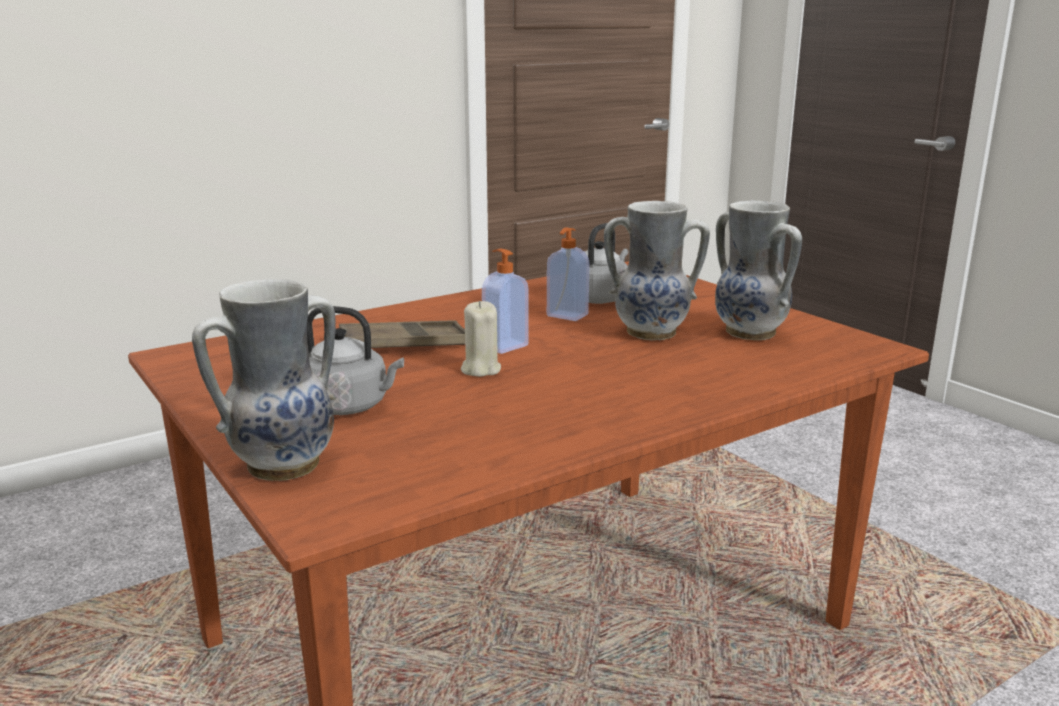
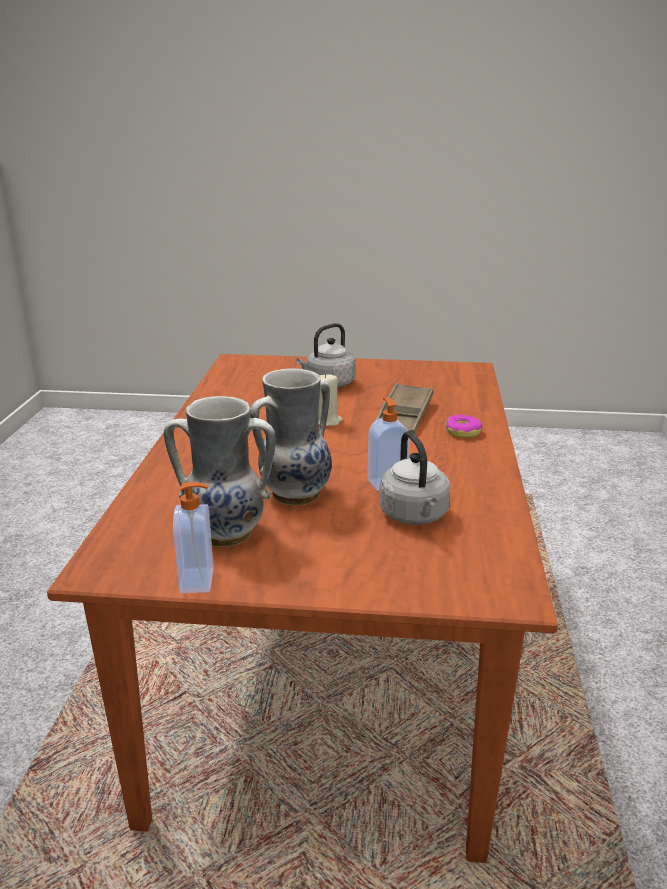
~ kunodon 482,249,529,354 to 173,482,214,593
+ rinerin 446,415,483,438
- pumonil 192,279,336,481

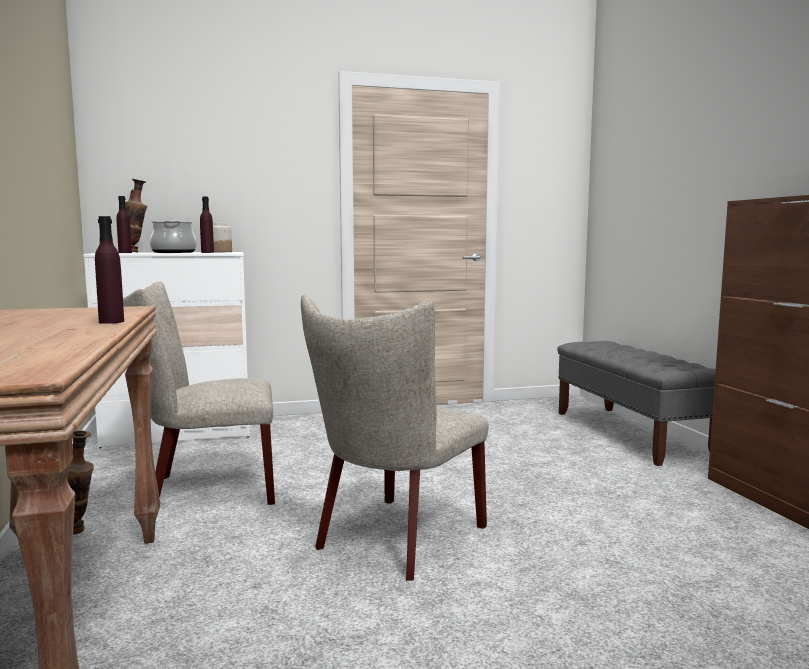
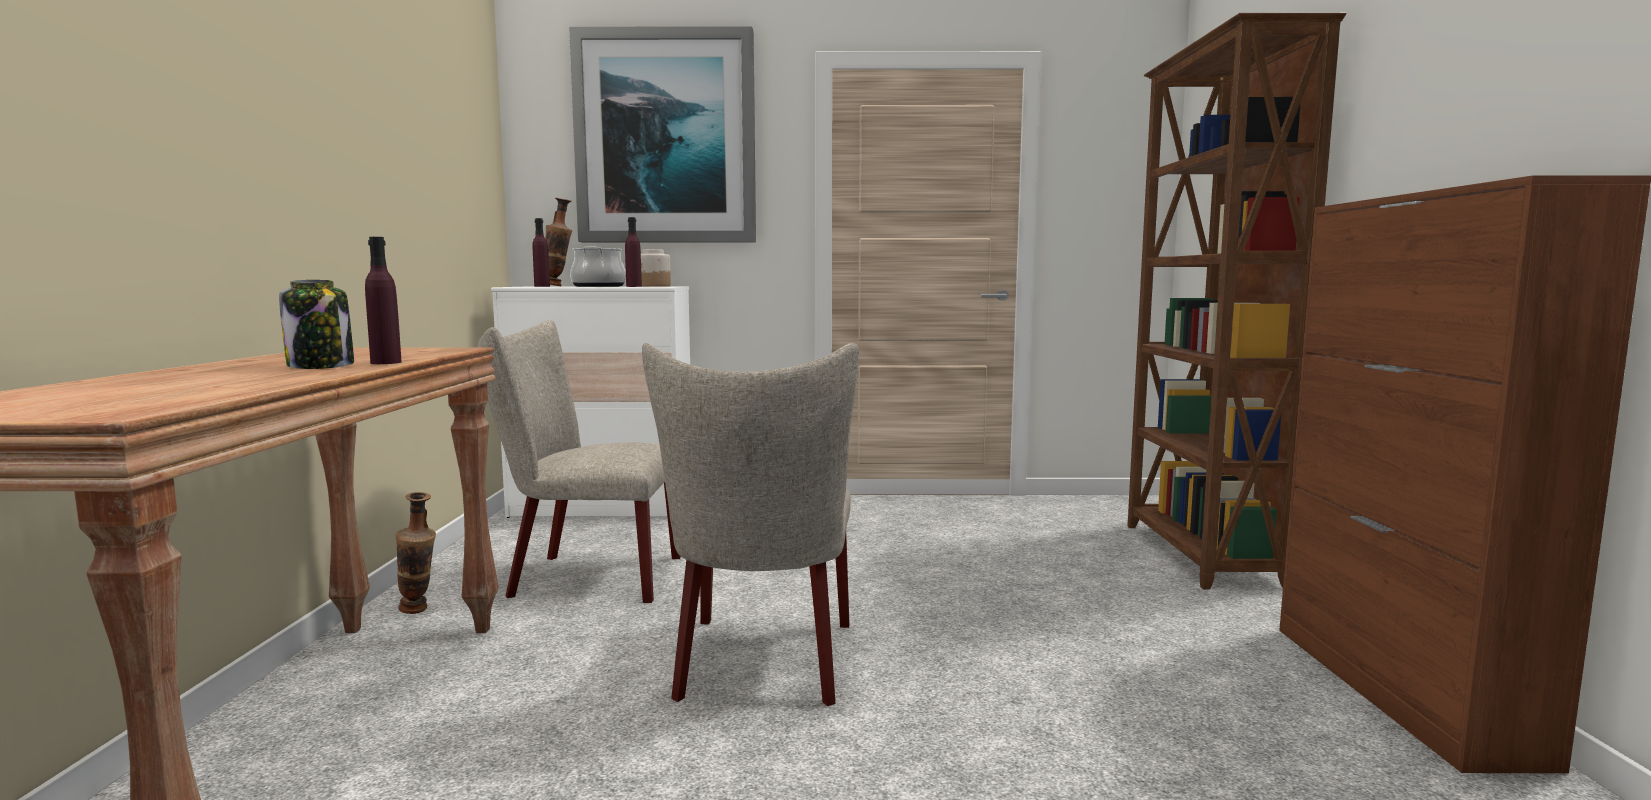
+ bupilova 279,280,354,369
+ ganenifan 569,26,756,242
~ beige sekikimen 301,294,488,581 = 642,343,859,706 45 degrees counterclockwise
~ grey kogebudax 557,341,716,466 to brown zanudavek 1127,12,1346,590

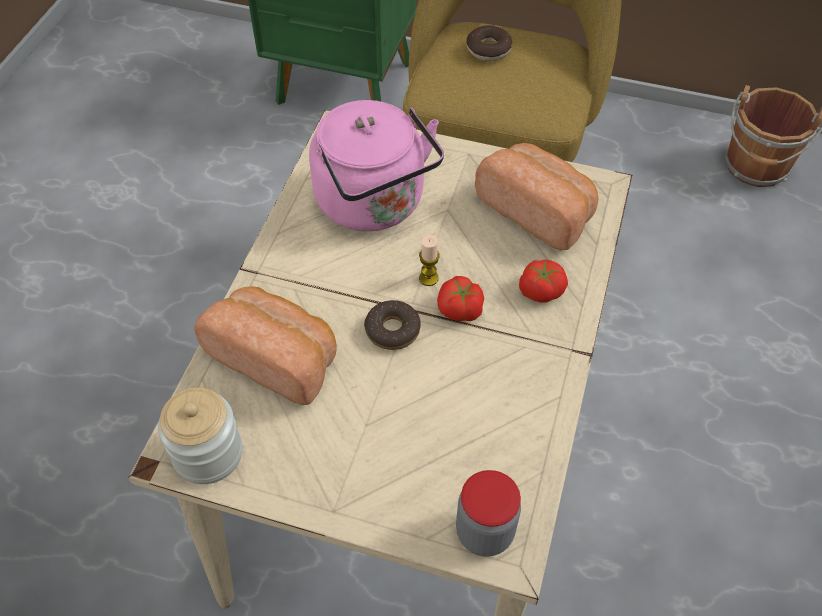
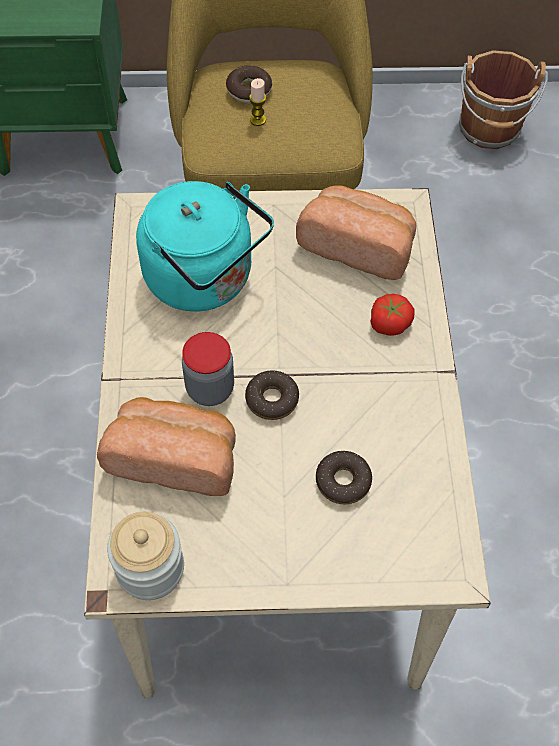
~ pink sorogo 309,100,444,231 to turquoise sorogo 136,181,274,312
~ bupilova 456,470,521,557 to 182,332,234,406
~ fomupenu 419,235,440,286 to 249,78,266,126
+ rinerin 316,451,372,504
- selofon 437,276,484,321

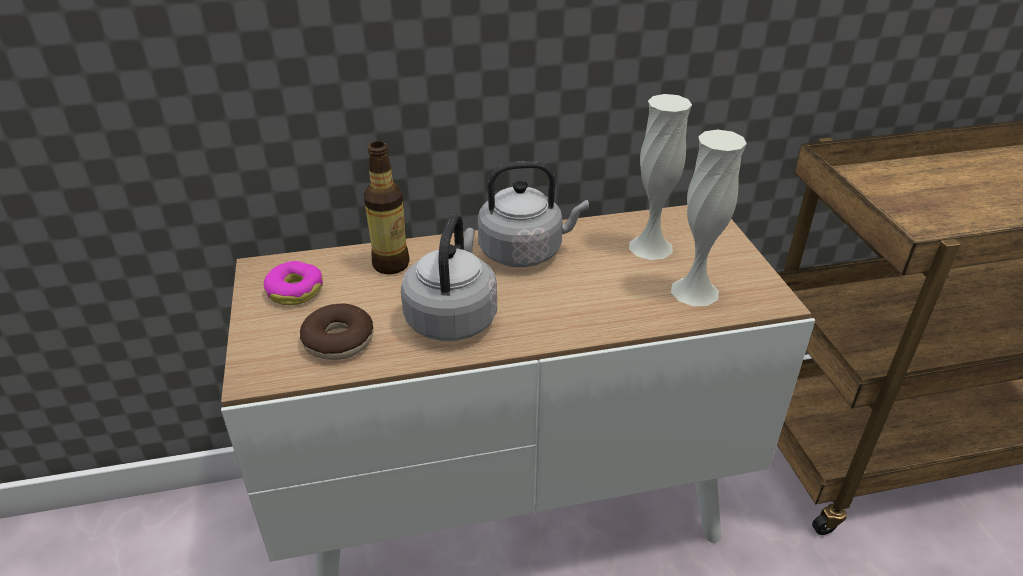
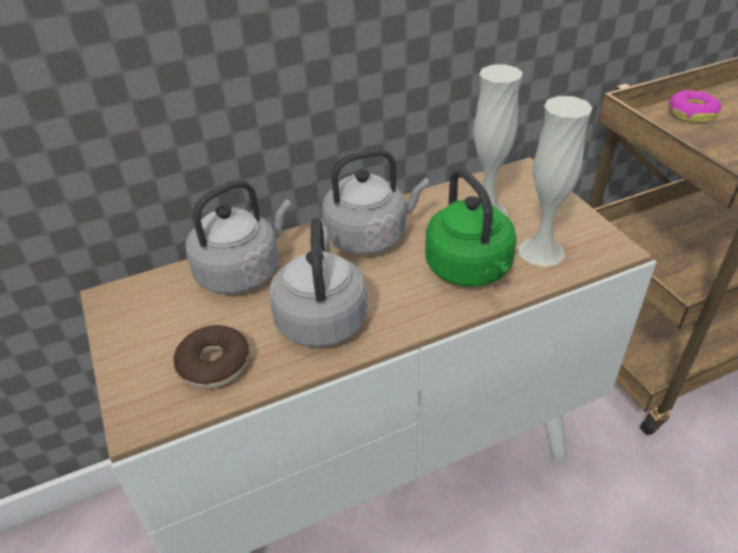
~ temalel 364,142,410,274 to grey sorogo 186,180,292,294
+ green sorogo 425,168,517,287
~ rinerin 264,261,323,305 to 669,90,721,123

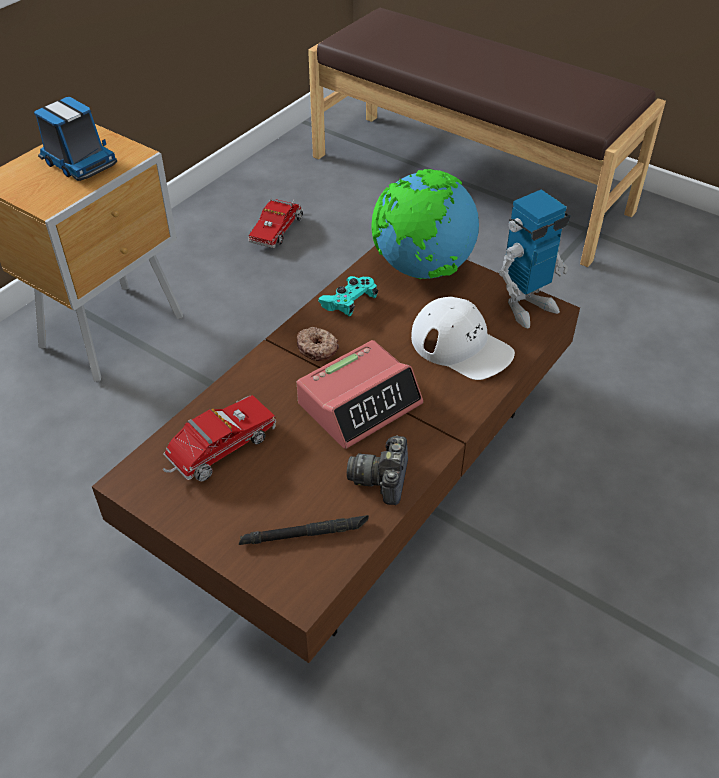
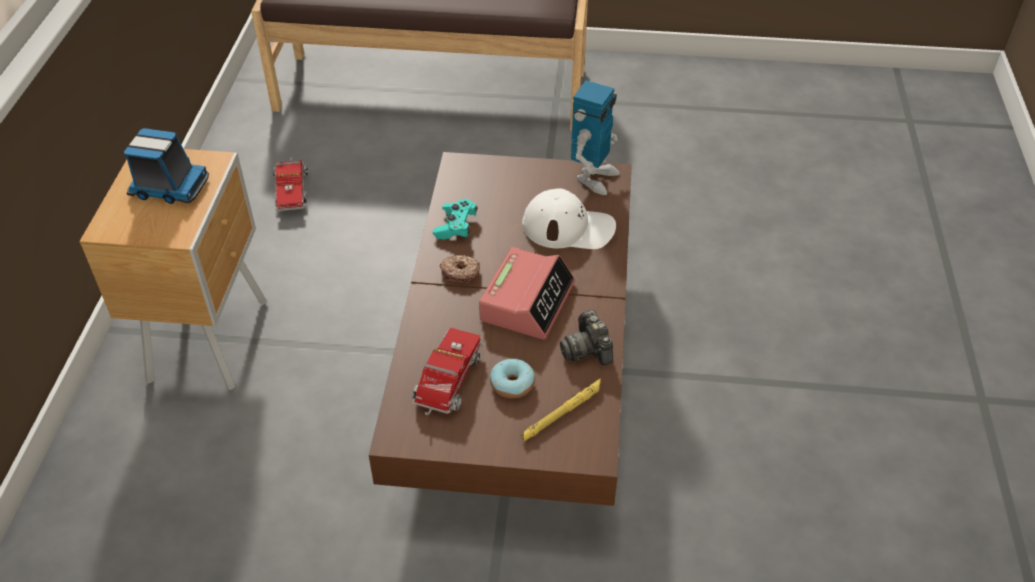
+ rinerin 490,359,535,399
~ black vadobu 239,515,369,545 to yellow vadobu 521,378,601,442
- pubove 371,169,479,279

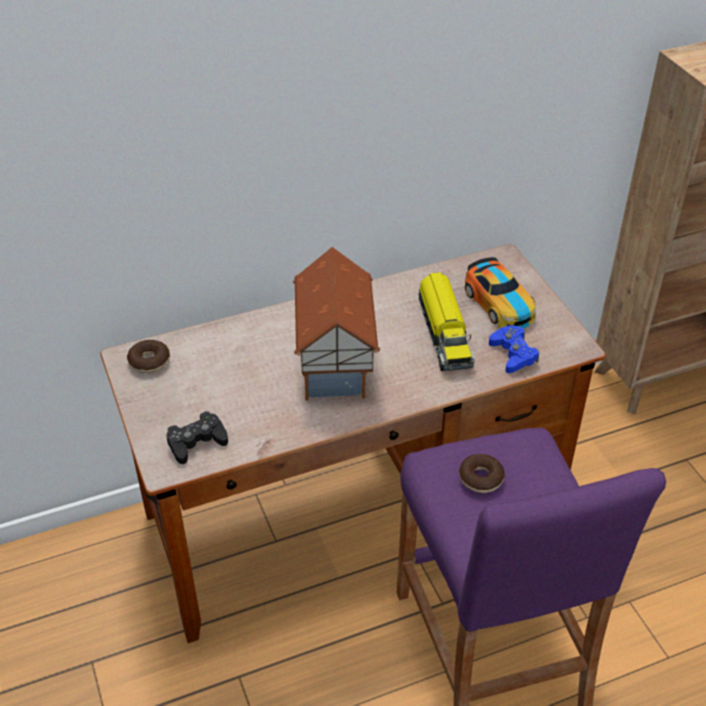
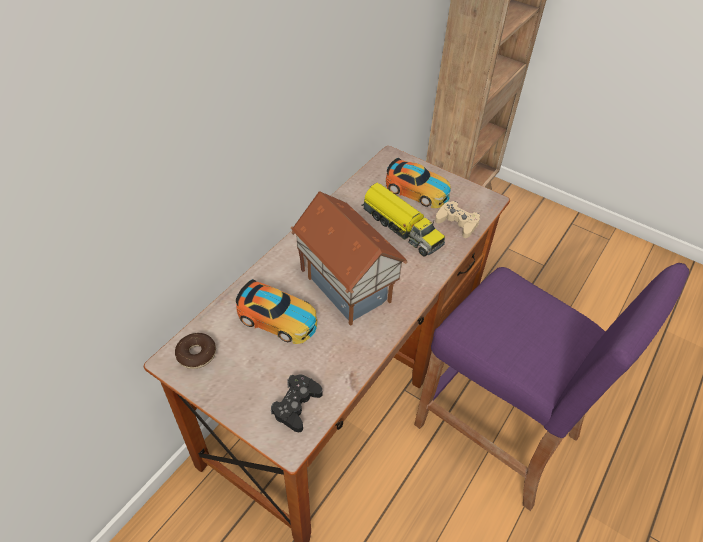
+ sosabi 236,279,317,344
~ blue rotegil 489,325,539,373 to beige rotegil 435,201,480,238
- rinerin 459,454,505,493

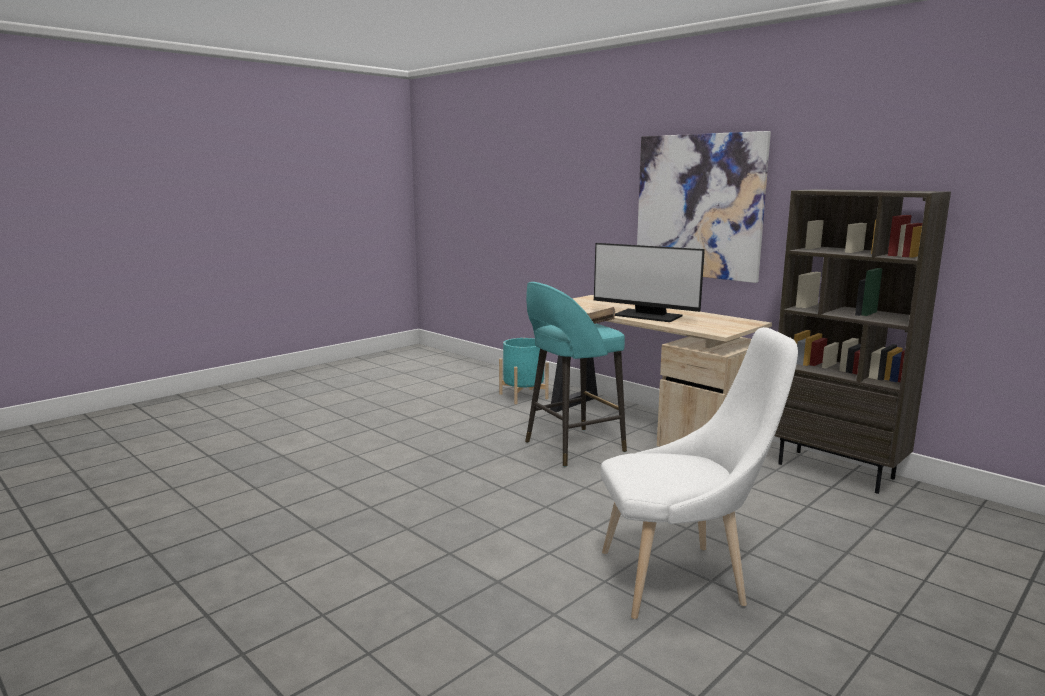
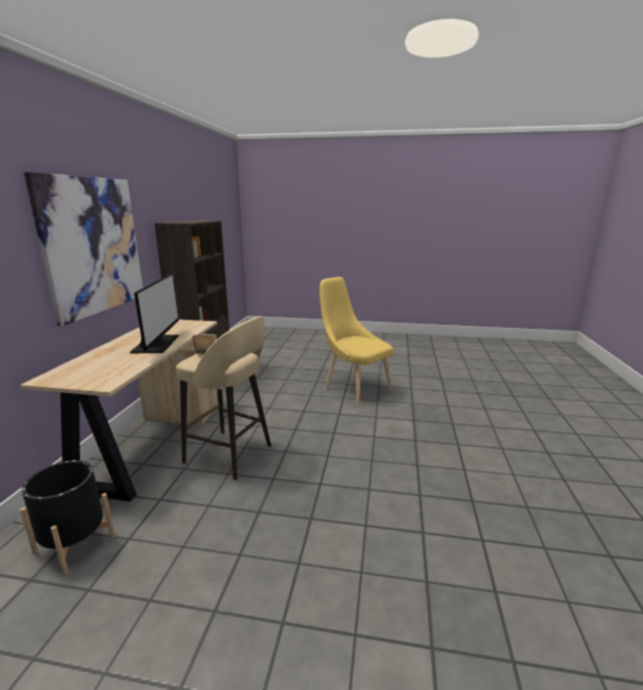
~ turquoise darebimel 499,338,549,404 to black darebimel 20,460,115,575
~ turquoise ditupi 525,282,627,467 to beige ditupi 176,316,271,480
~ white sekikimen 601,327,798,619 to yellow sekikimen 319,277,393,406

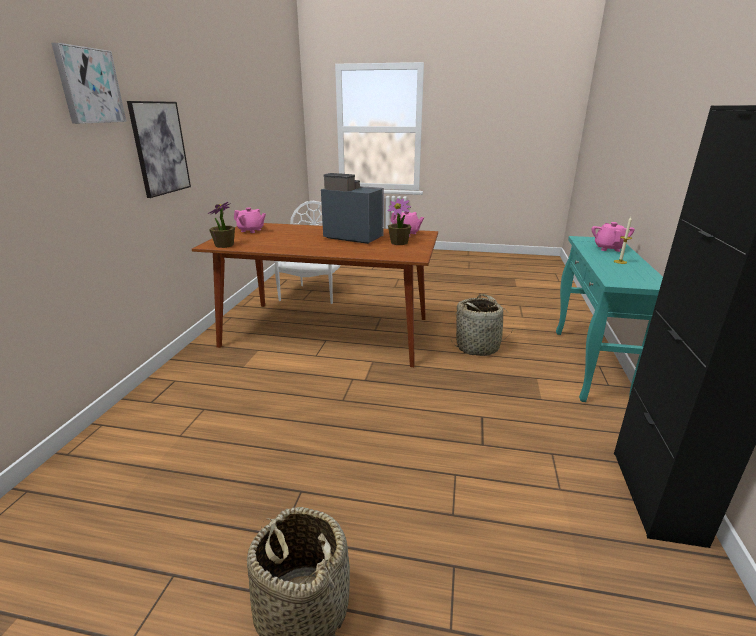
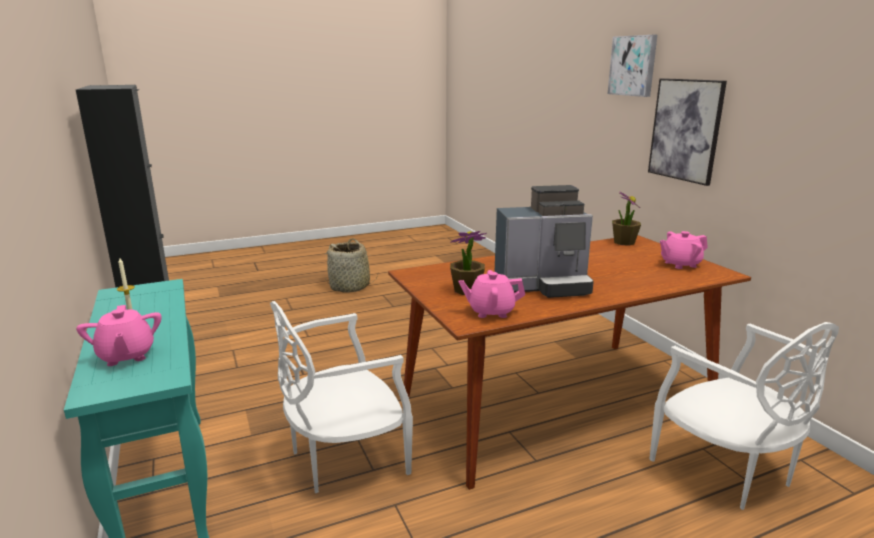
~ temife 451,294,511,356 to white sekikimen 270,301,413,493

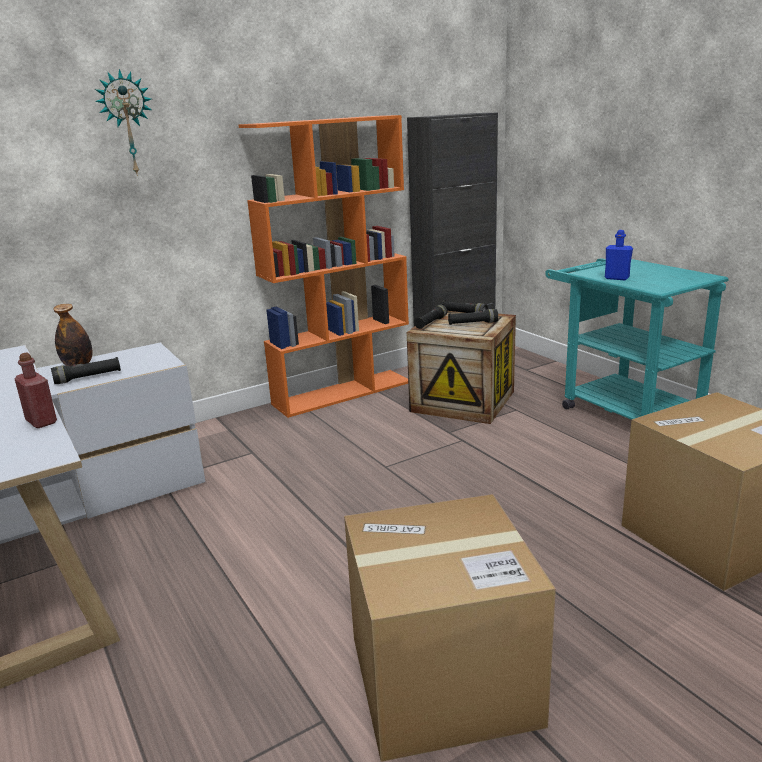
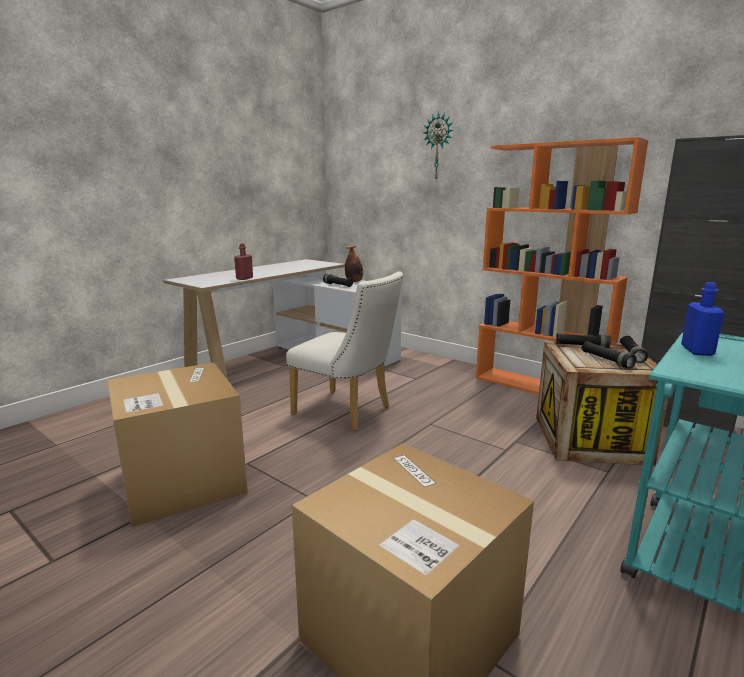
+ white sekikimen 286,271,404,431

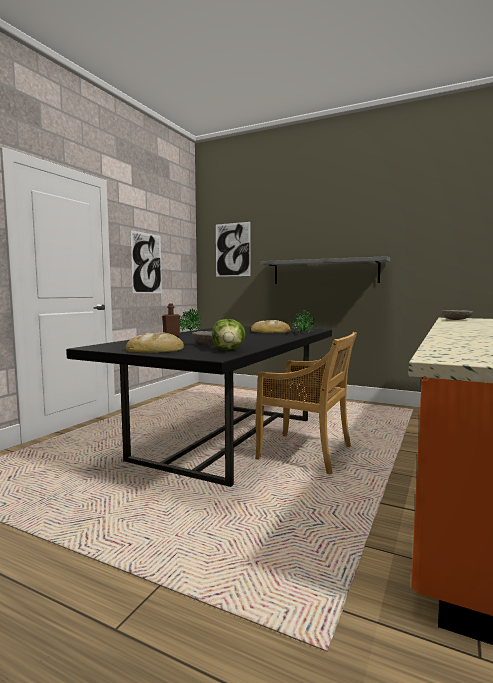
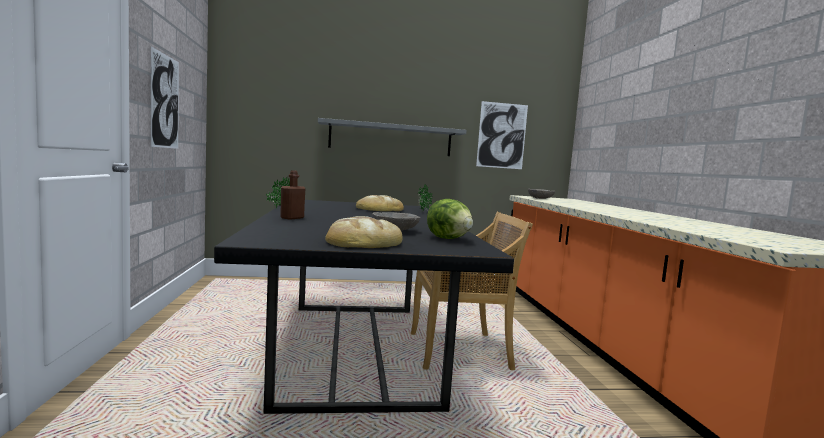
~ ganenifan 216,222,250,277 to 476,101,528,169

